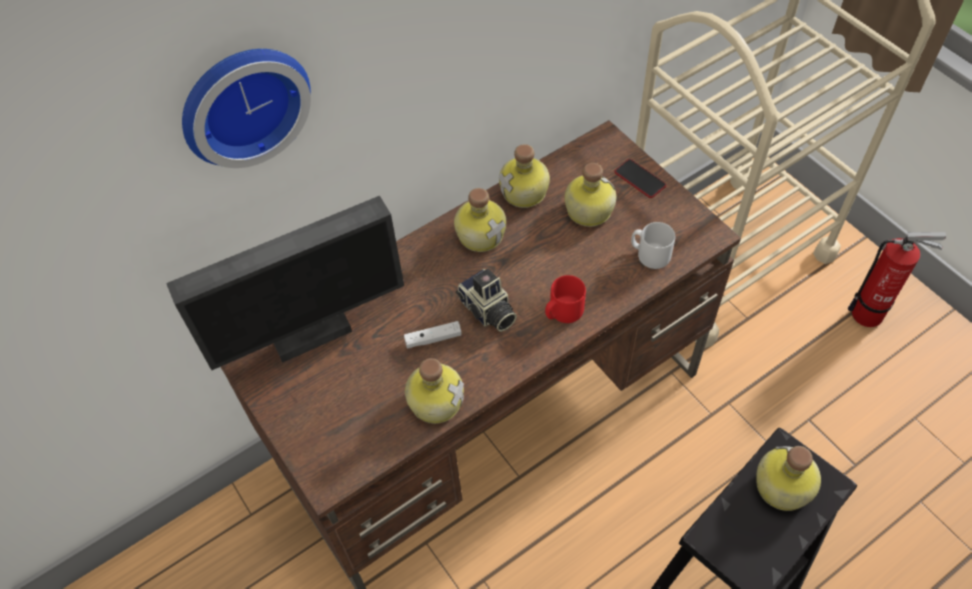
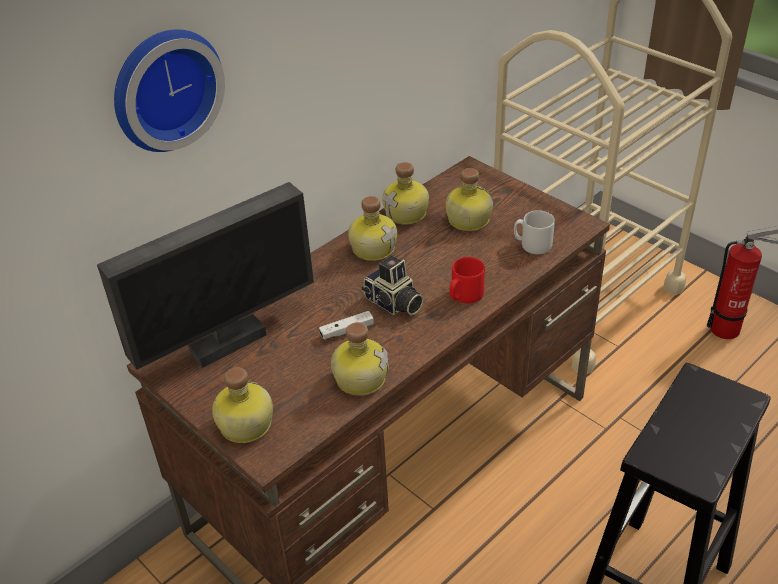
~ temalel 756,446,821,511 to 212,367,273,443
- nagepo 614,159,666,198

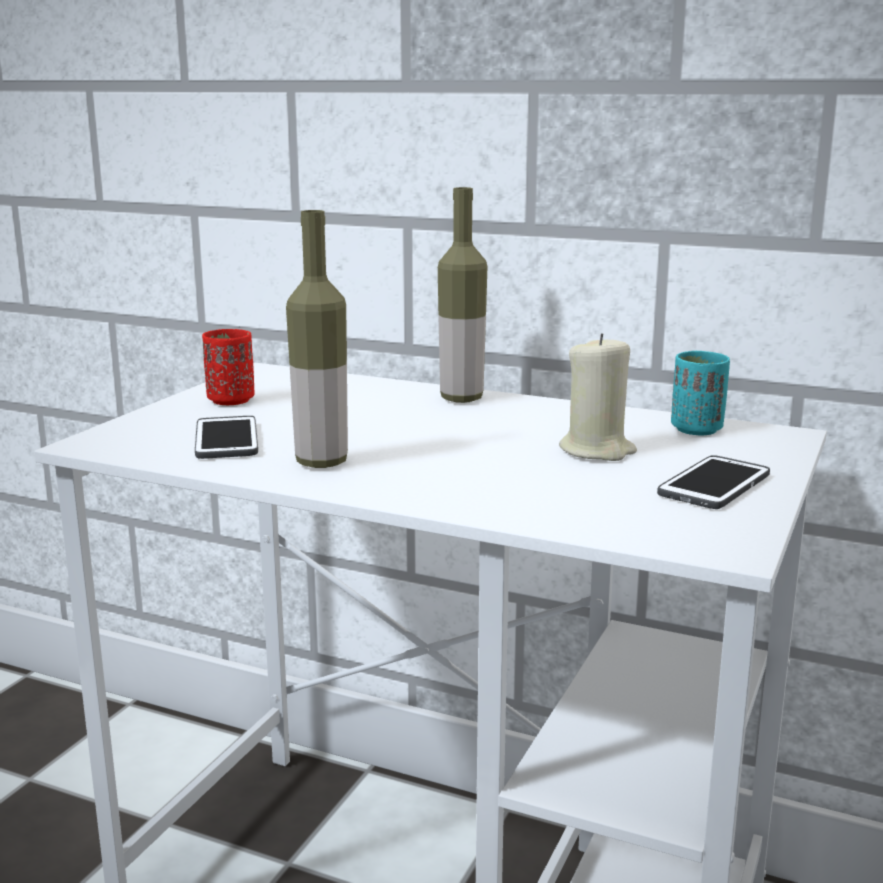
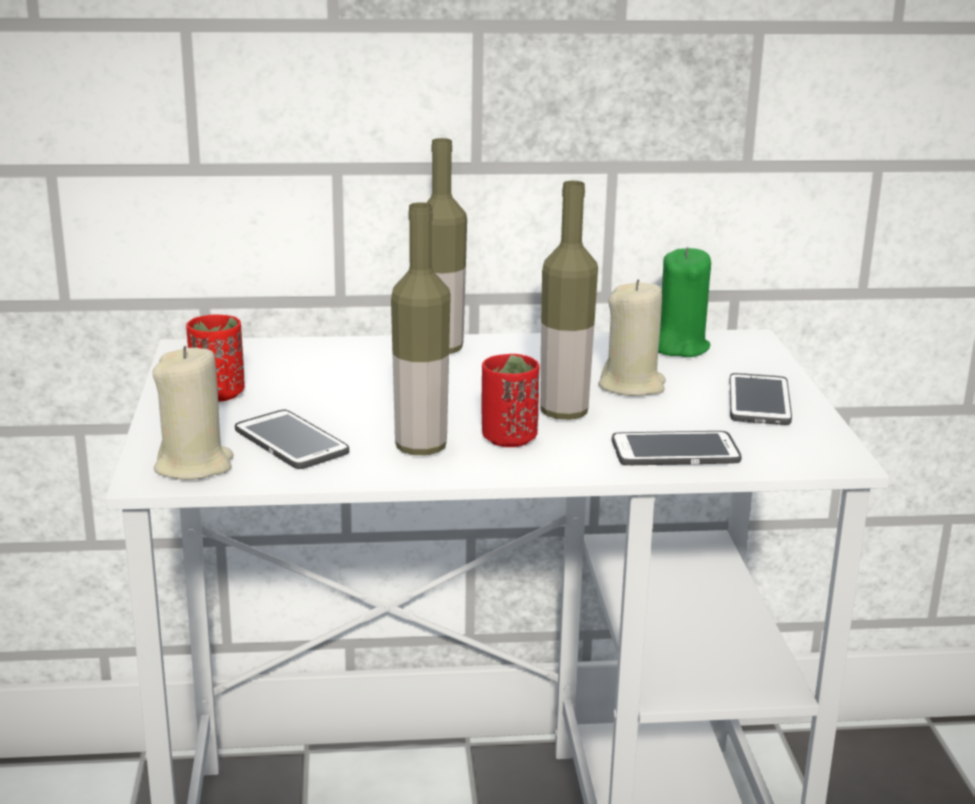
+ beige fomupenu 152,346,234,480
+ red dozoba 482,354,539,447
+ temalel 540,181,598,420
+ nagepo 612,431,742,465
~ turquoise dozoba 671,351,730,435 to green fomupenu 658,247,711,357

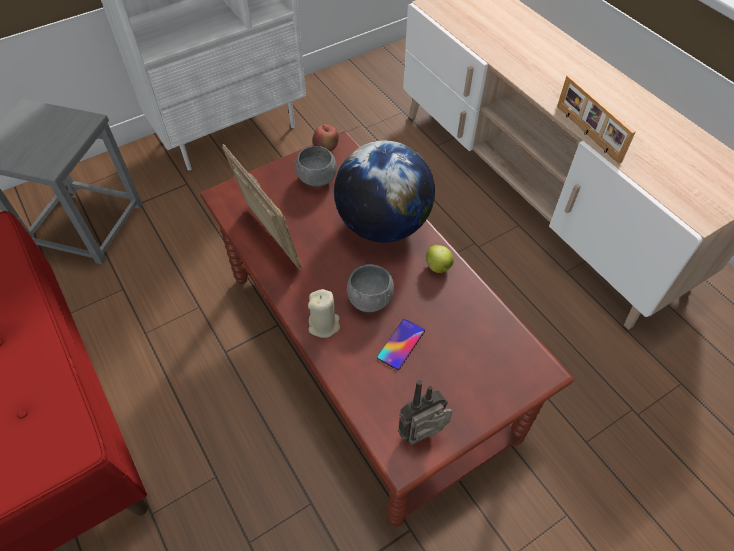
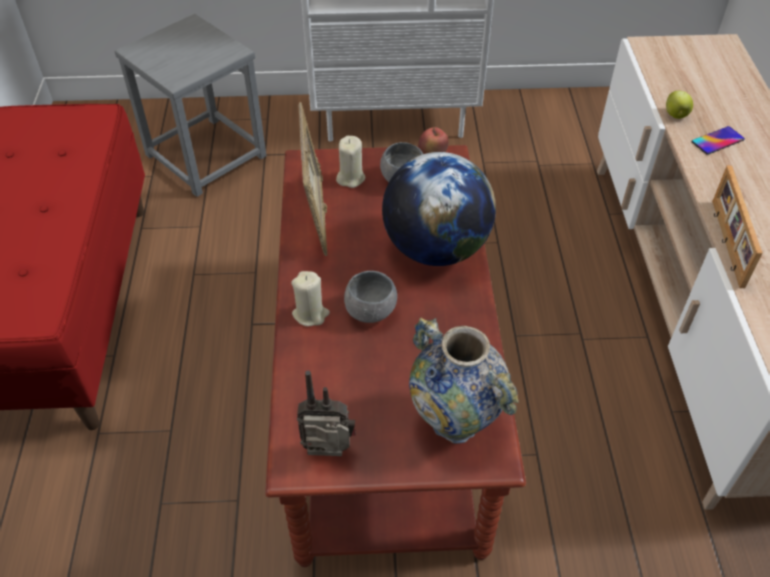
+ beige fomupenu 336,136,365,188
+ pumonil 409,318,518,444
~ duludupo 426,245,454,273 to 666,91,693,119
~ nagepo 377,319,425,370 to 692,126,745,155

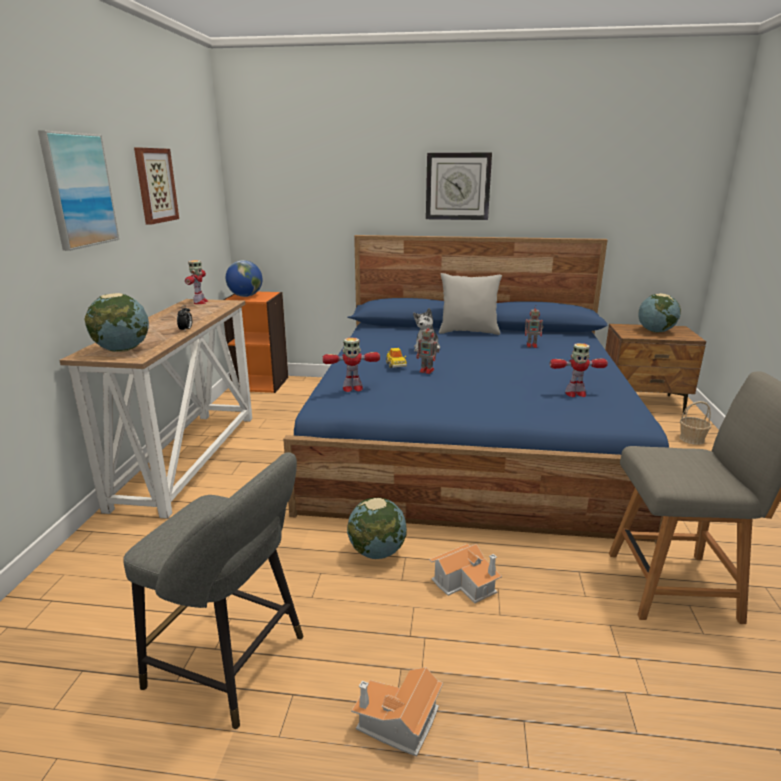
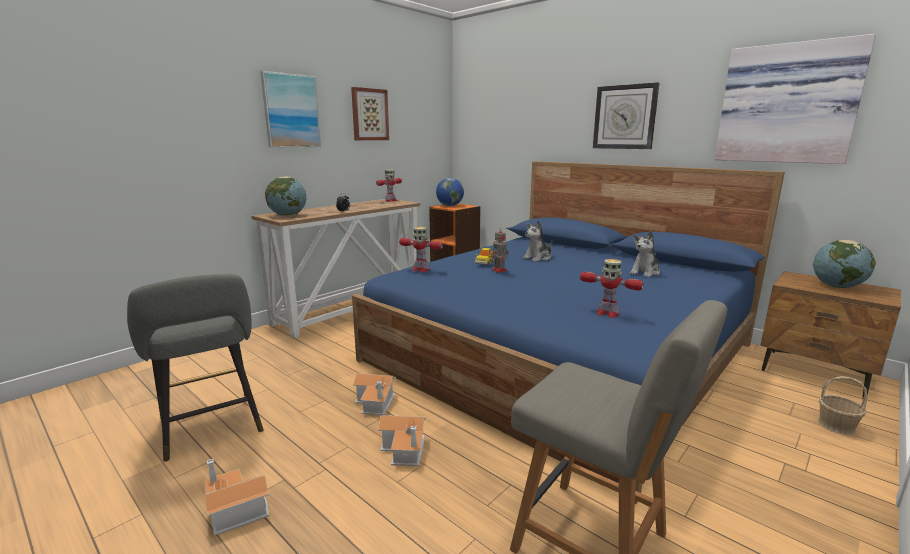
~ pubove 347,497,407,559 to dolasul 353,373,396,415
~ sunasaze 525,306,543,348 to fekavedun 630,231,660,278
+ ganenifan 714,34,876,164
- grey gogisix 439,273,502,335

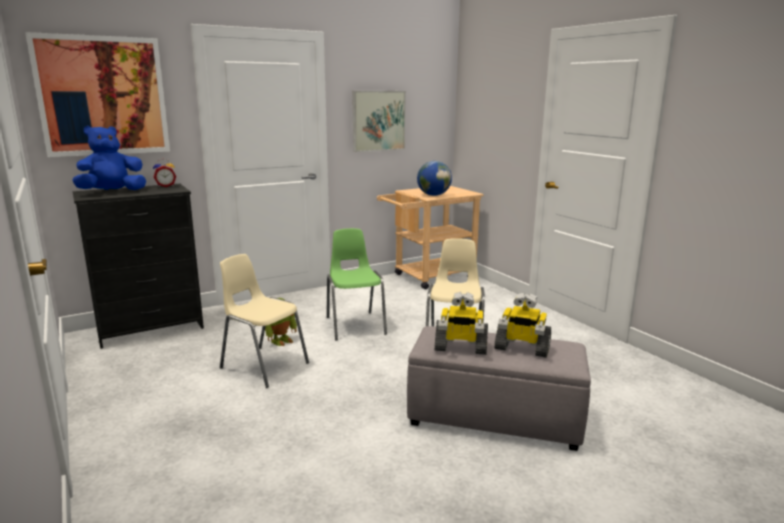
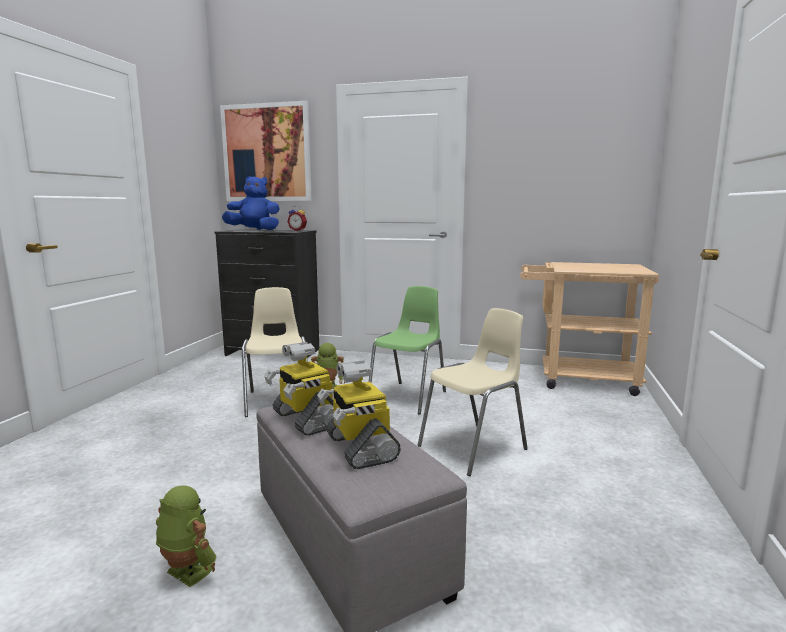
+ sunasaze 156,485,216,587
- ganenifan 352,91,406,152
- pubove 417,161,452,196

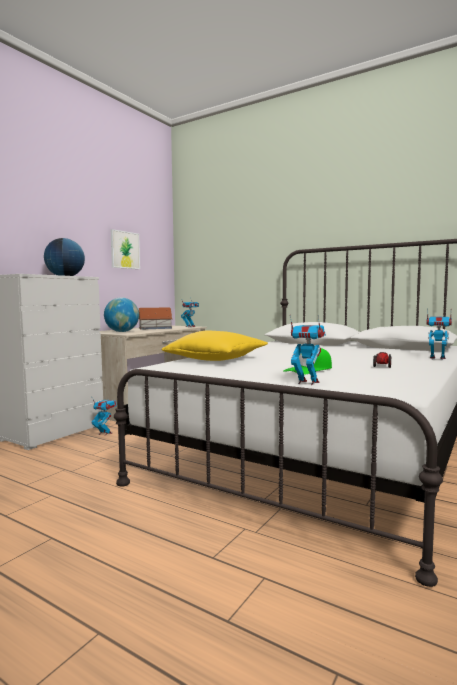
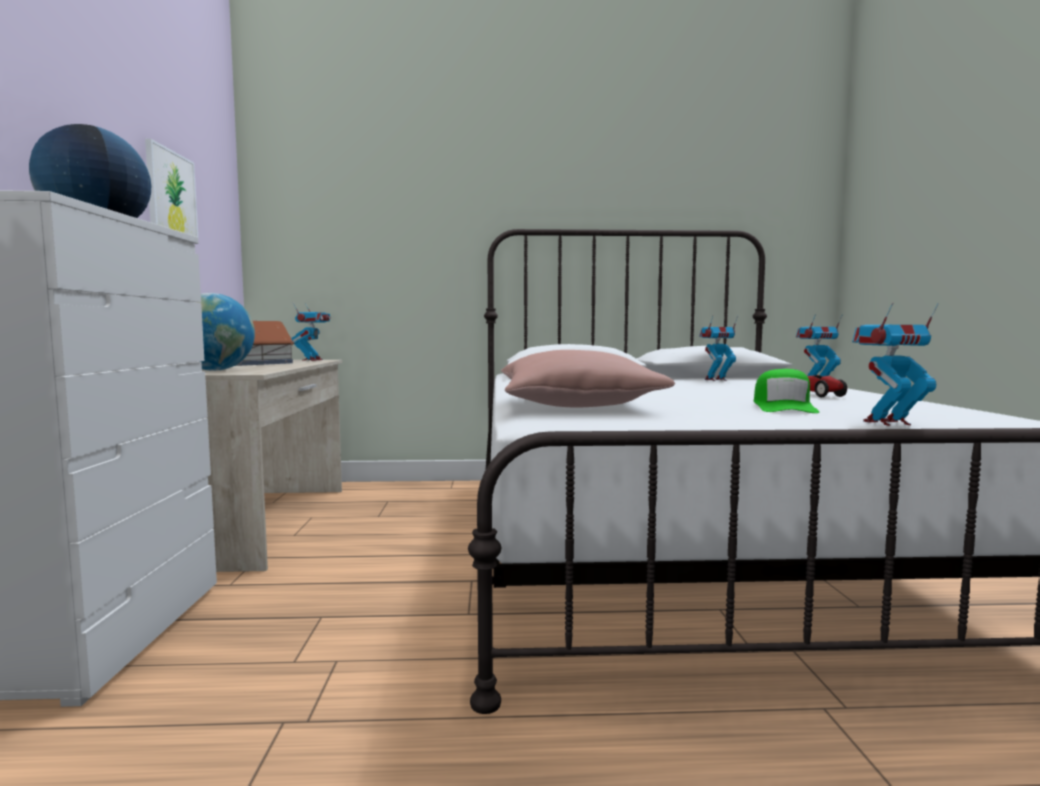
~ yellow gogisix 161,331,268,361 to pink gogisix 501,350,675,407
~ sunasaze 91,396,117,436 to 699,316,738,381

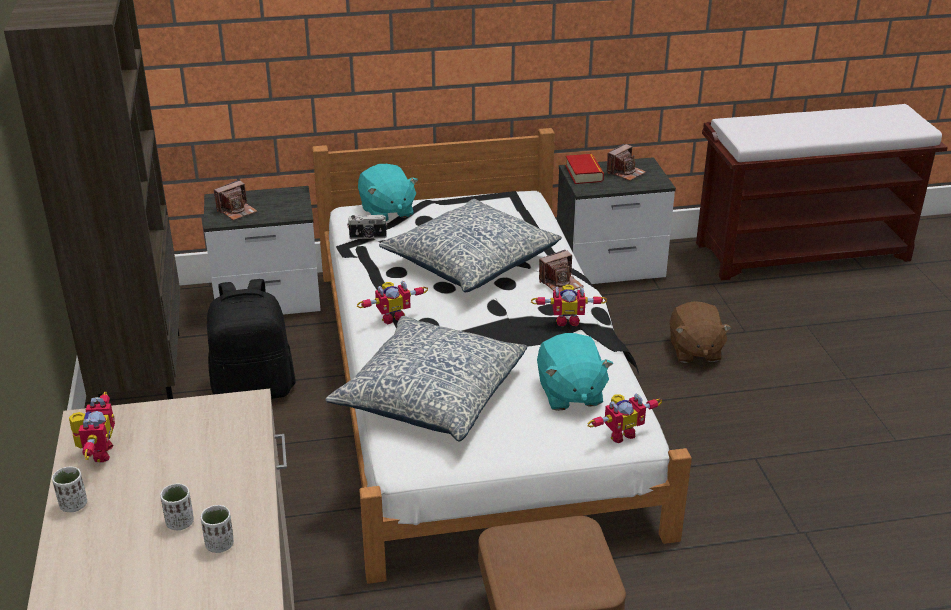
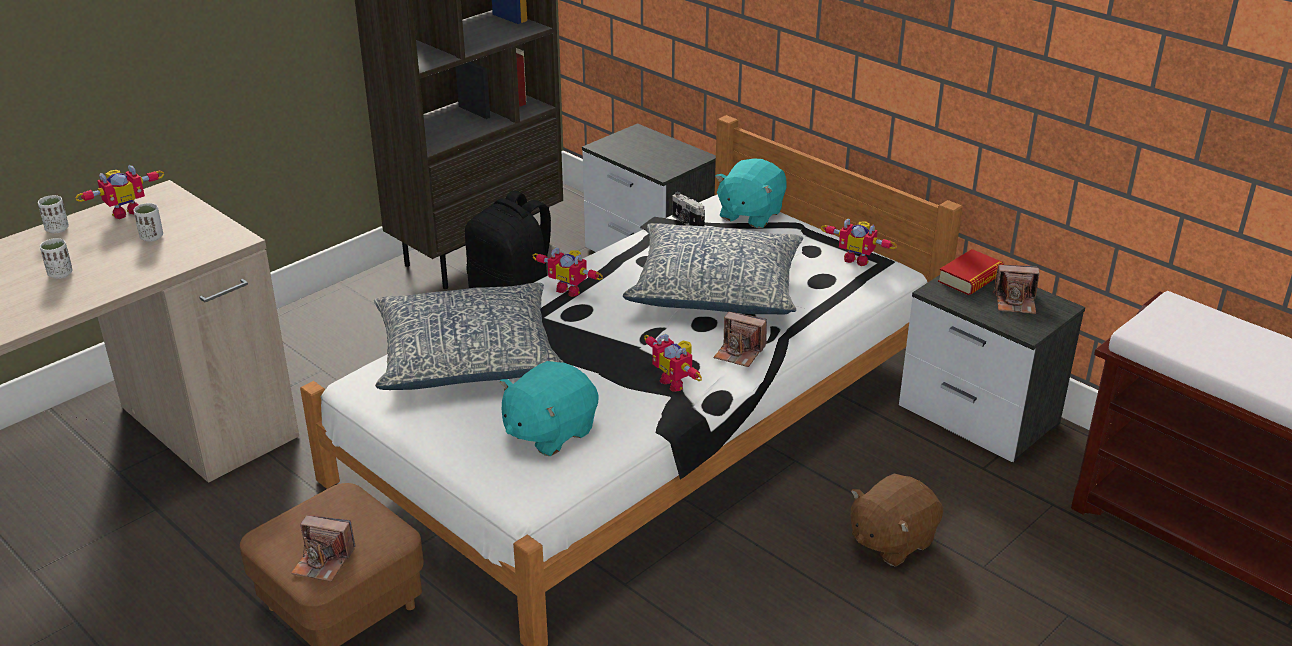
~ white dozoba 201,505,234,553 to 133,203,163,242
~ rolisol 214,180,257,220 to 291,515,356,582
~ sunasaze 587,393,662,444 to 821,219,897,266

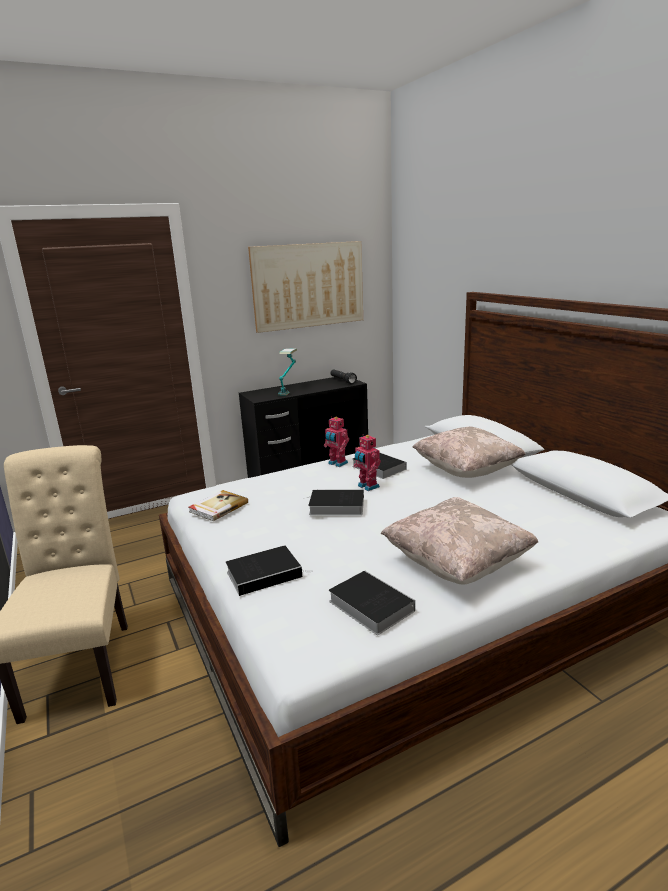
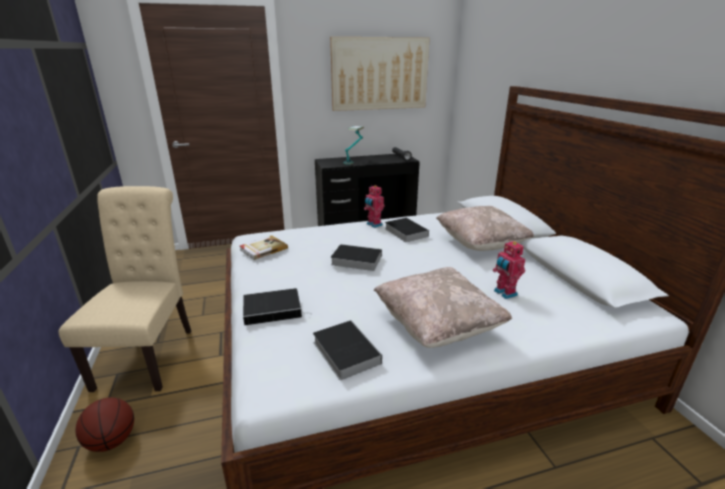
+ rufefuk 76,397,134,452
~ sunasaze 354,434,381,491 to 493,240,525,299

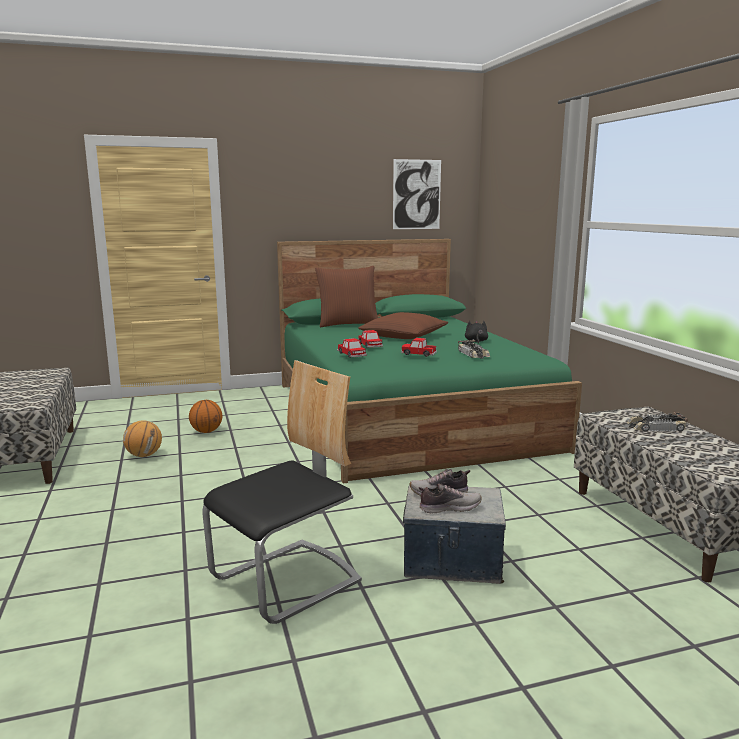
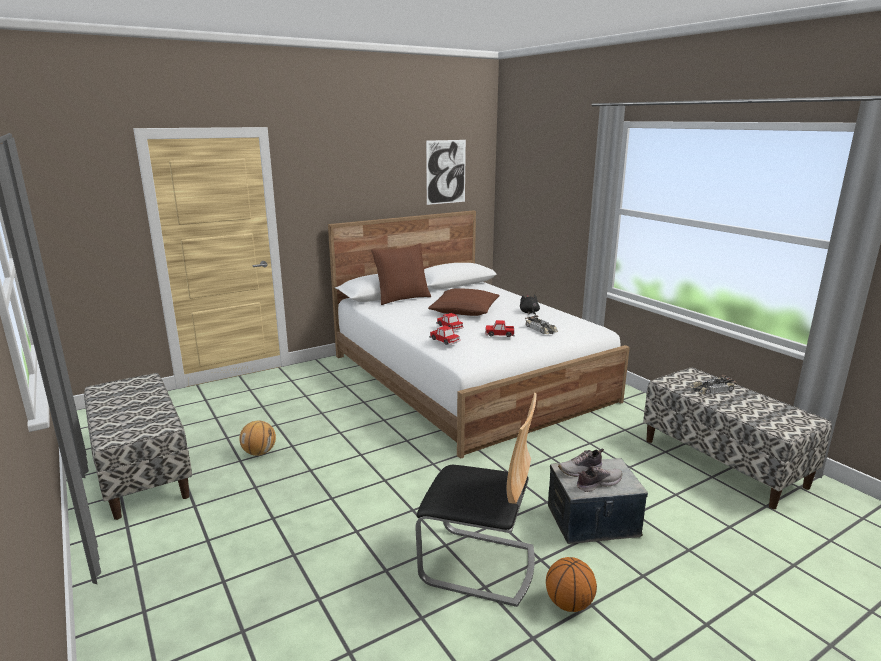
~ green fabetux 277,239,582,484 to white fabetux 328,210,630,459
~ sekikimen 202,360,362,624 = 415,393,537,607 75 degrees clockwise
~ rufefuk 189,400,222,433 to 546,557,597,612

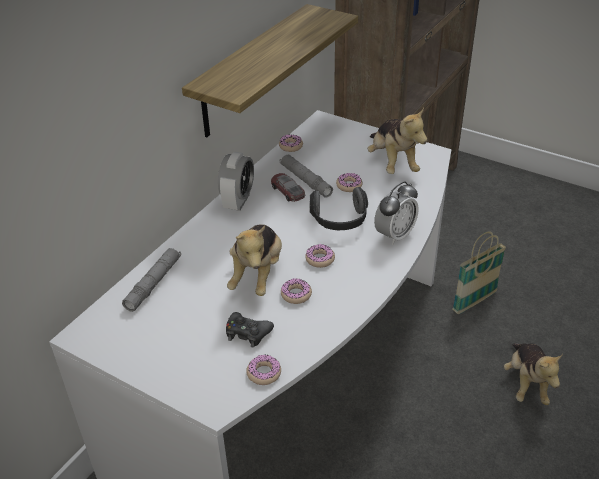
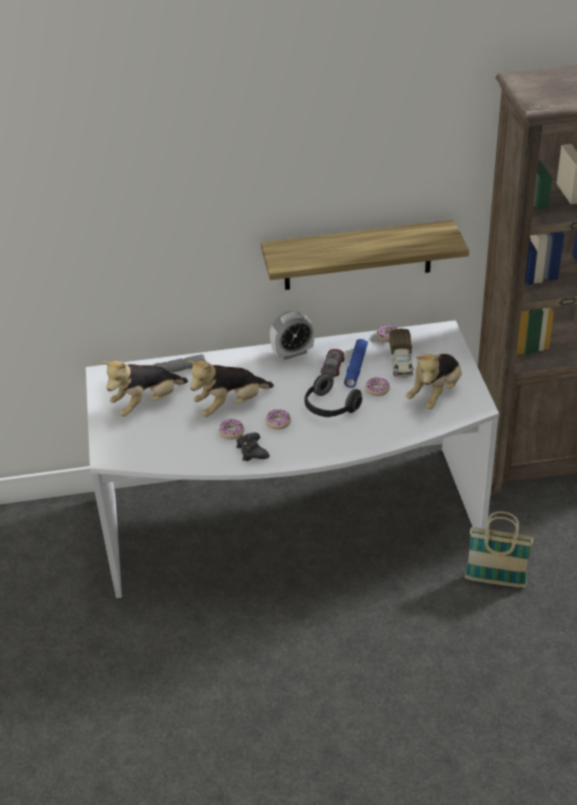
~ fekavedun 504,343,563,405 to 102,361,188,417
~ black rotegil 226,312,274,347 to 236,433,270,461
~ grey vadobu 279,155,333,198 to blue vadobu 344,339,368,388
+ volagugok 389,329,414,377
- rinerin 246,355,281,385
- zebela 374,181,419,245

